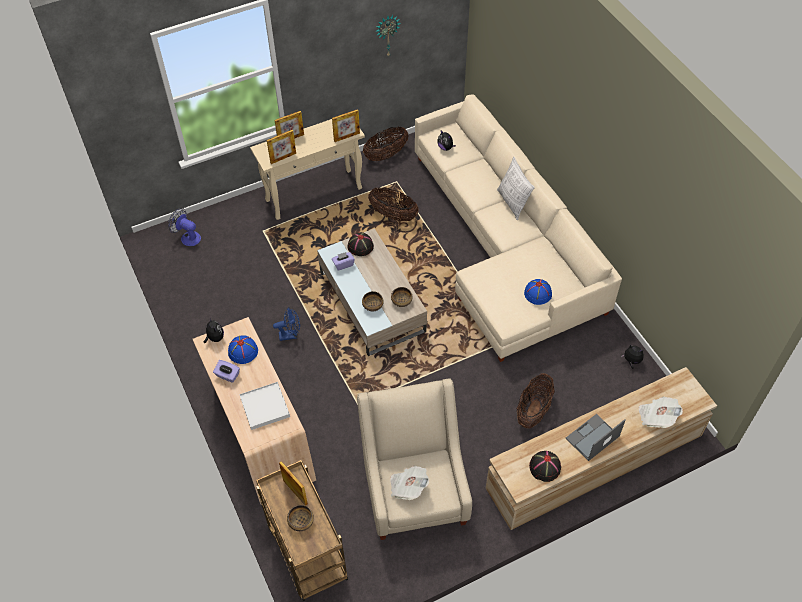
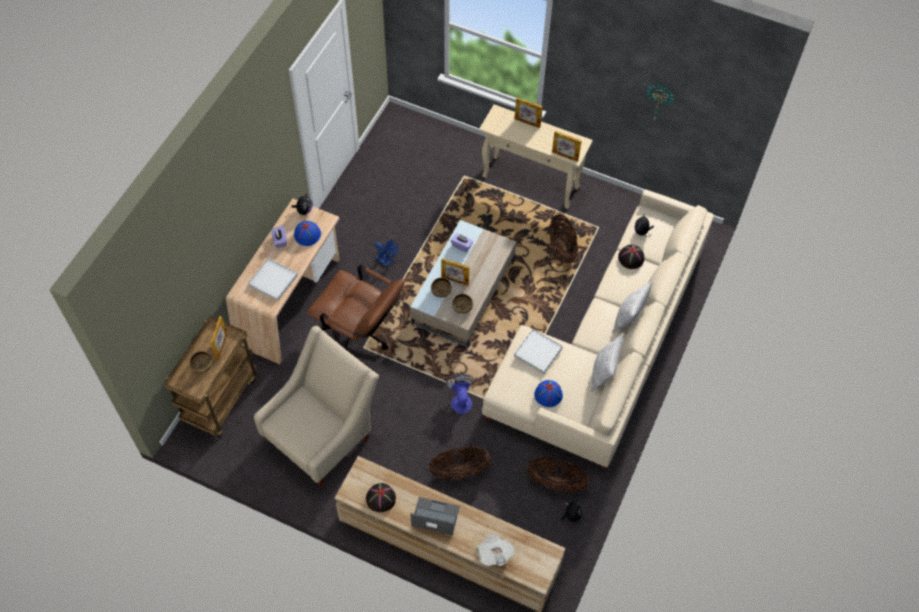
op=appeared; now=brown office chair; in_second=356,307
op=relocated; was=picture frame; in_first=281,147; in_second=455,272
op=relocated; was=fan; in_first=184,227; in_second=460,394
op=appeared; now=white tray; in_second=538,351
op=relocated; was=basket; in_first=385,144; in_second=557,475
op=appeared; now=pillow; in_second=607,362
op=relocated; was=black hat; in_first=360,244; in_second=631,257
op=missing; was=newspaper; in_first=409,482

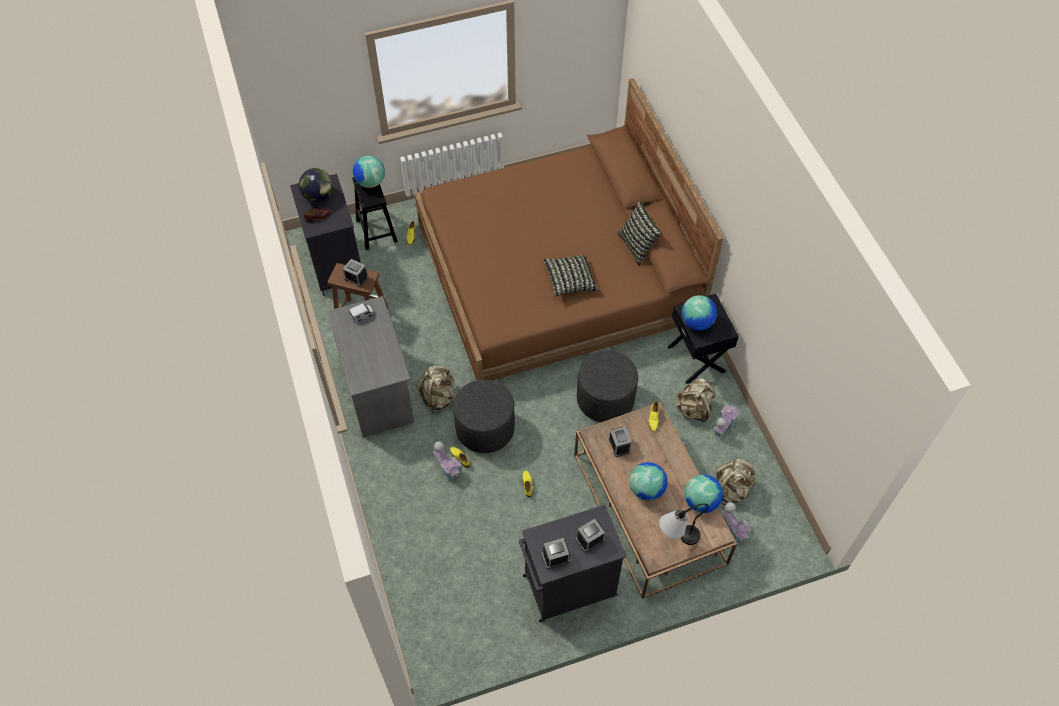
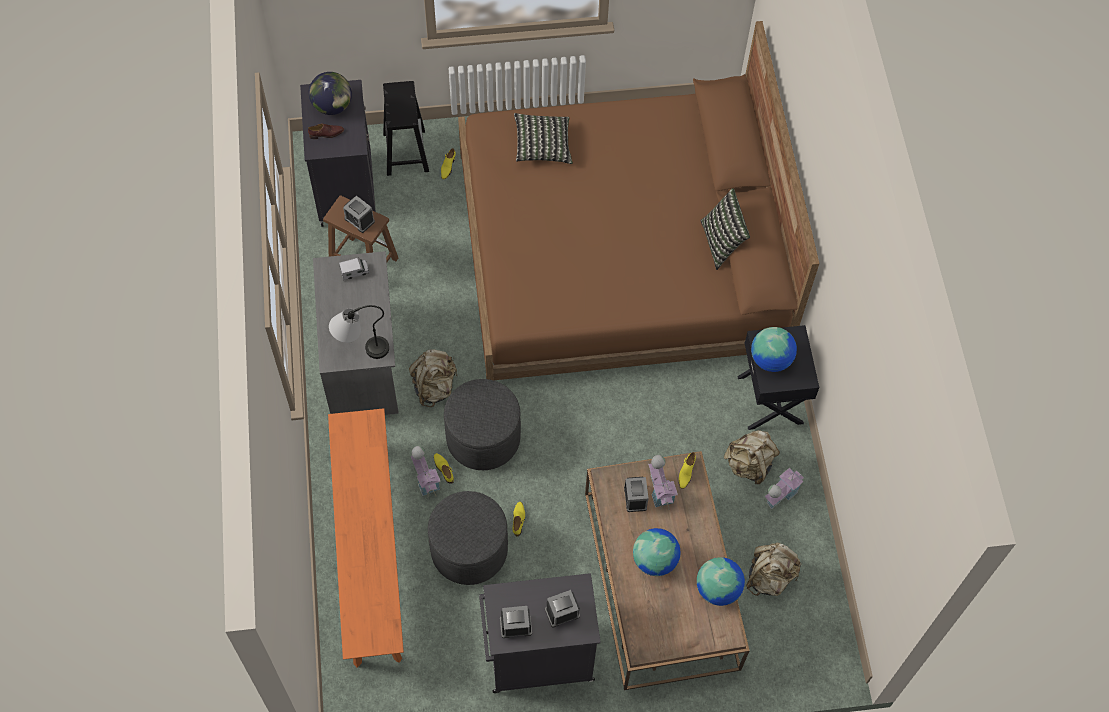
op=appeared; now=orange bench; in_second=366,538
op=relocated; was=table lamp; in_first=683,524; in_second=359,332
op=relocated; was=grey ottoman; in_first=607,386; in_second=468,538
op=relocated; was=pillow; in_first=571,276; in_second=543,138
op=relocated; was=toy house; in_first=736,523; in_second=663,482
op=missing; was=globe; in_first=369,171

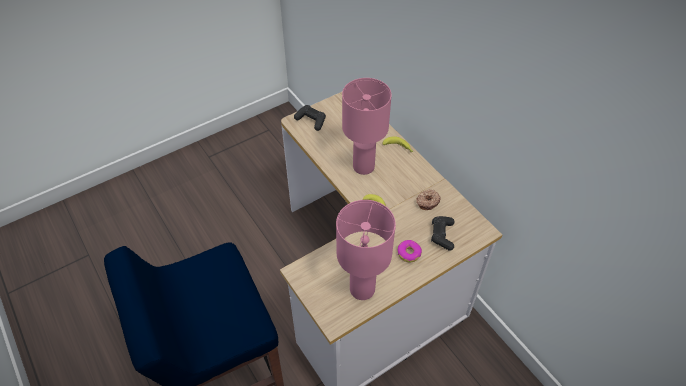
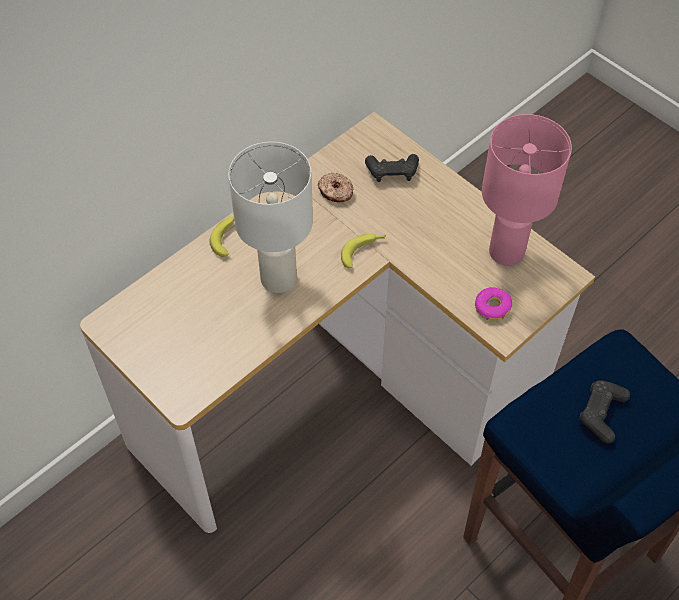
op=colour; was=pink table lamp; now=white table lamp; in_first=366,126; in_second=270,217
op=relocated; was=donut; in_first=409,251; in_second=493,304
op=relocated; was=black game controller; in_first=310,118; in_second=604,412

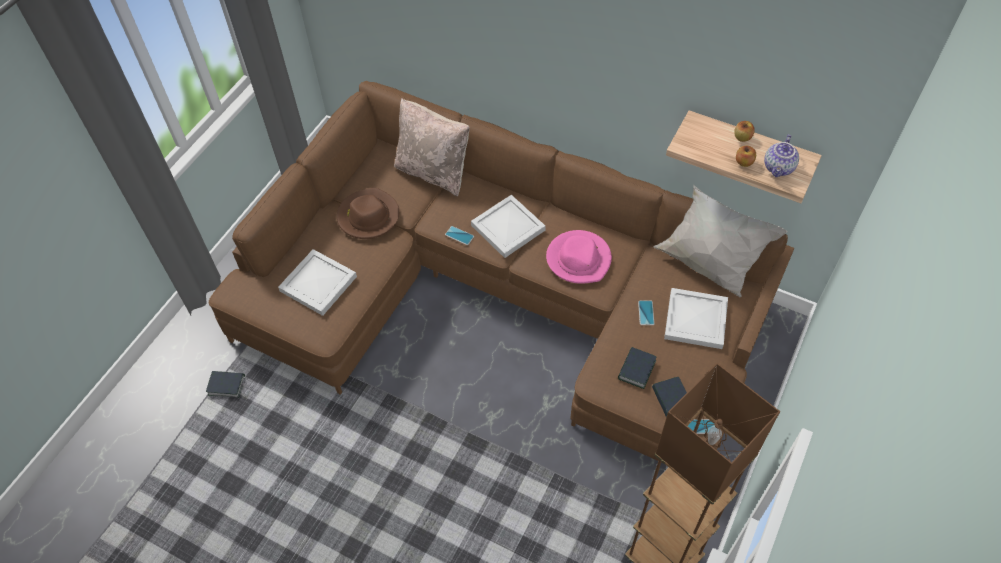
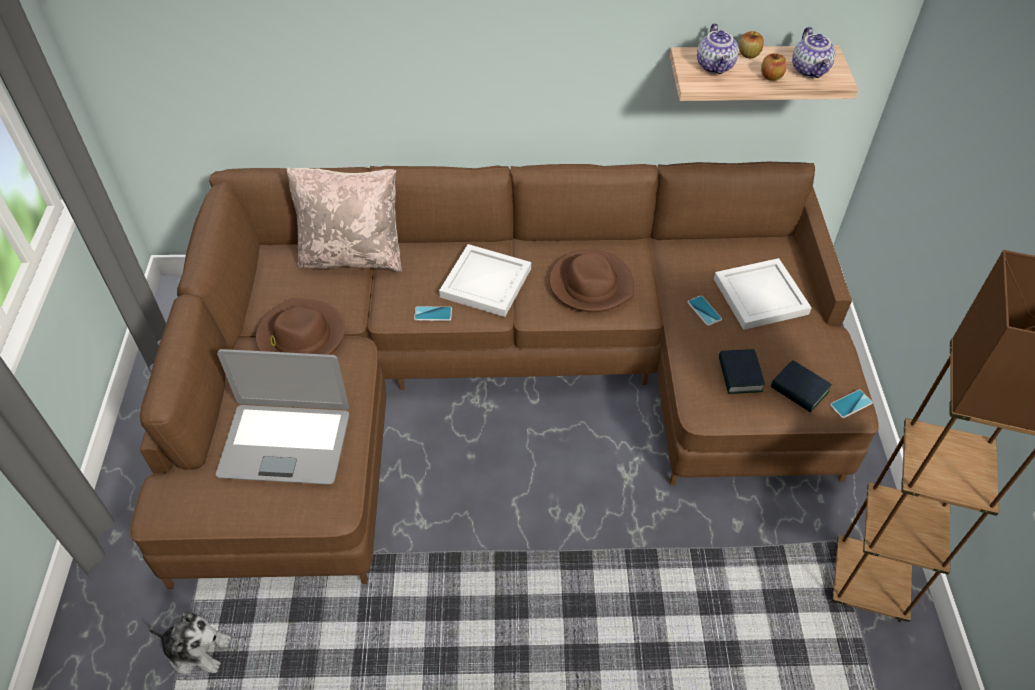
op=exchanged; was=book; now=plush toy; in_first=225,384; in_second=189,643
op=exchanged; was=white tray; now=laptop; in_first=317,282; in_second=282,417
op=colour; was=pink hat; now=brown hat; in_first=579,257; in_second=591,281
op=appeared; now=teapot; in_second=718,48
op=missing; was=white pillow; in_first=720,241

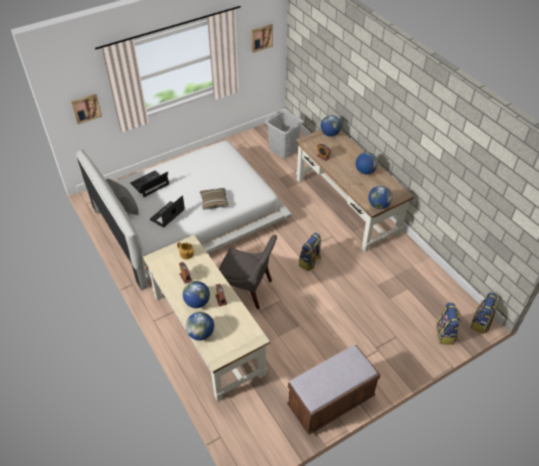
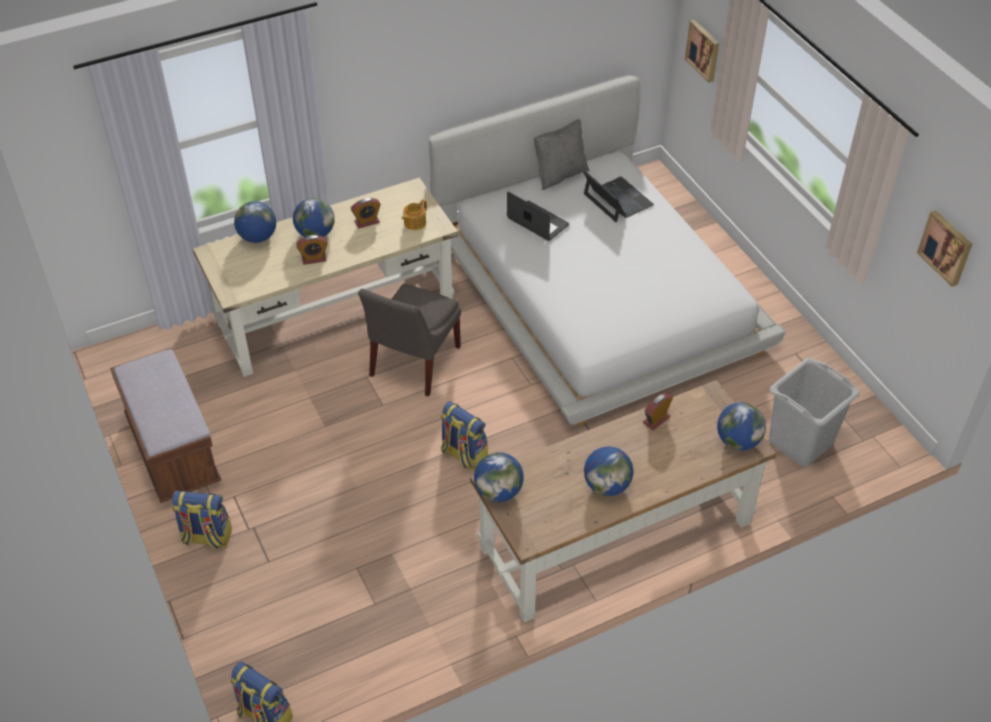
op=relocated; was=backpack; in_first=448,324; in_second=202,520
op=missing; was=pillow; in_first=214,199

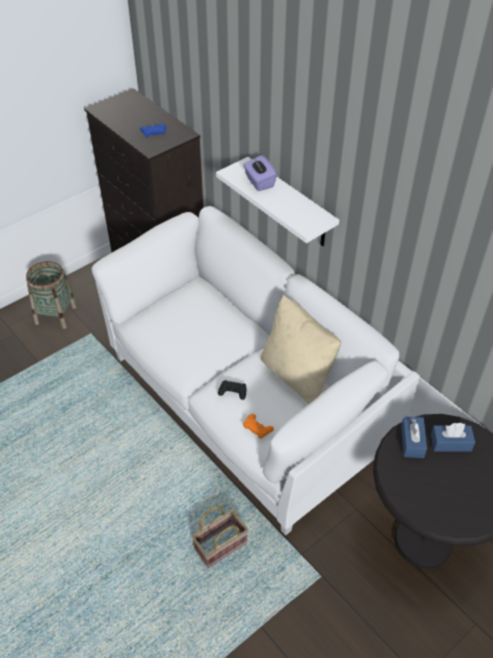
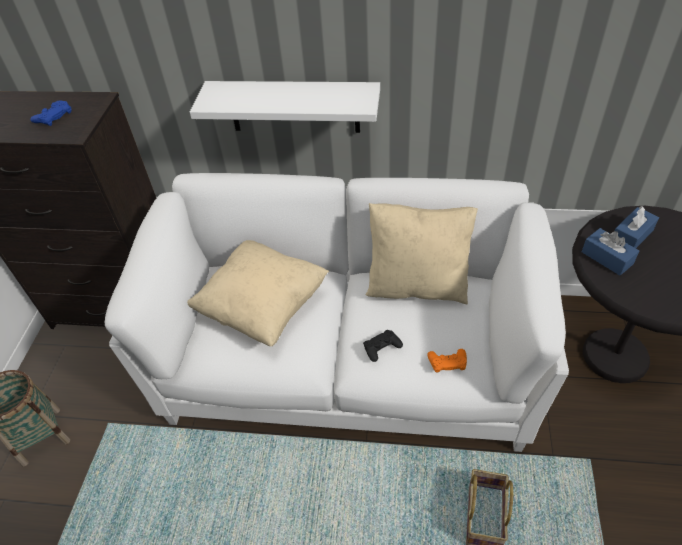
op=appeared; now=beige pillow; in_second=258,293
op=missing; was=purple tissue box; in_first=260,173

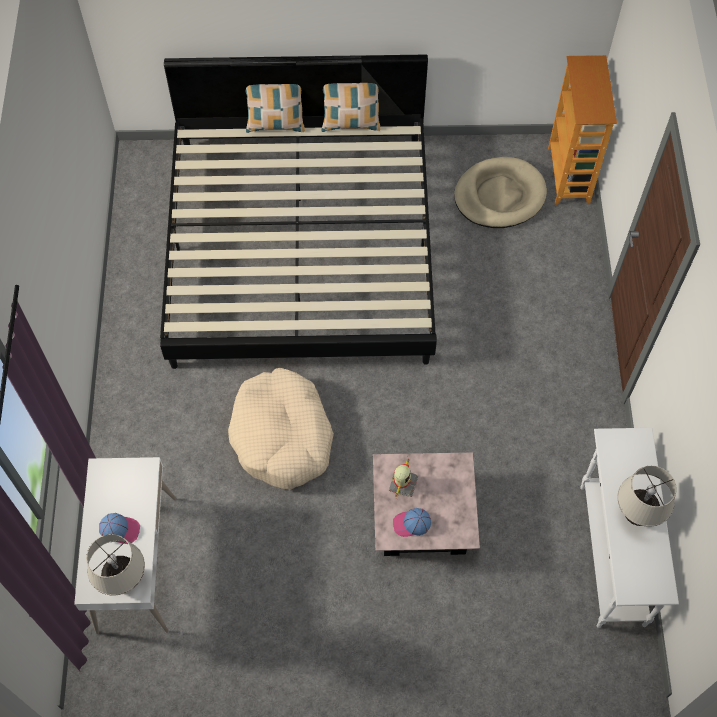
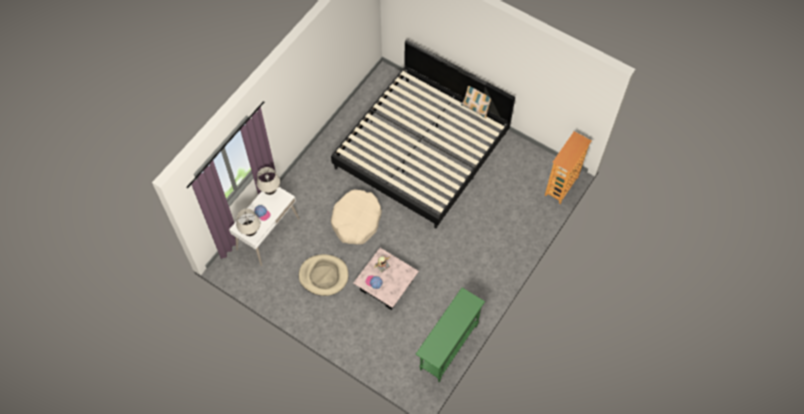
op=relocated; was=beige table lamp; in_first=647,496; in_second=268,181
op=relocated; was=beige dog bed; in_first=500,192; in_second=323,275
op=colour; was=white console table; now=green console table; in_first=629,528; in_second=450,335
op=missing; was=pillow; in_first=275,108

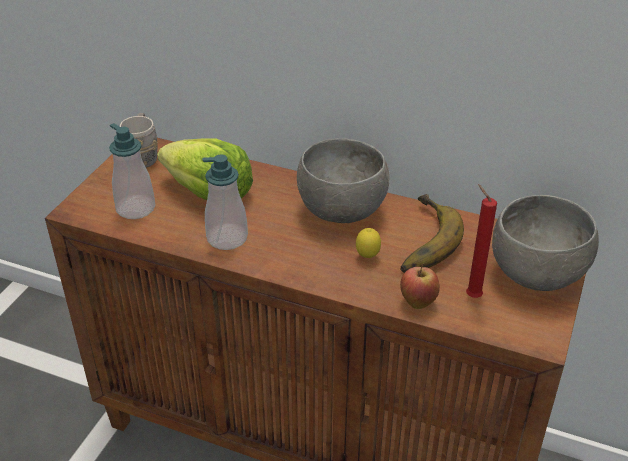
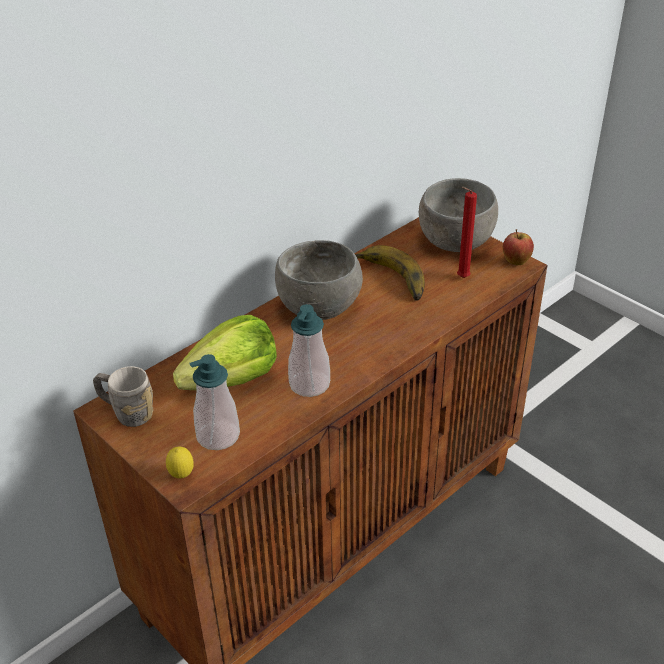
op=relocated; was=lemon; in_first=368,243; in_second=180,462
op=relocated; was=apple; in_first=420,286; in_second=518,247

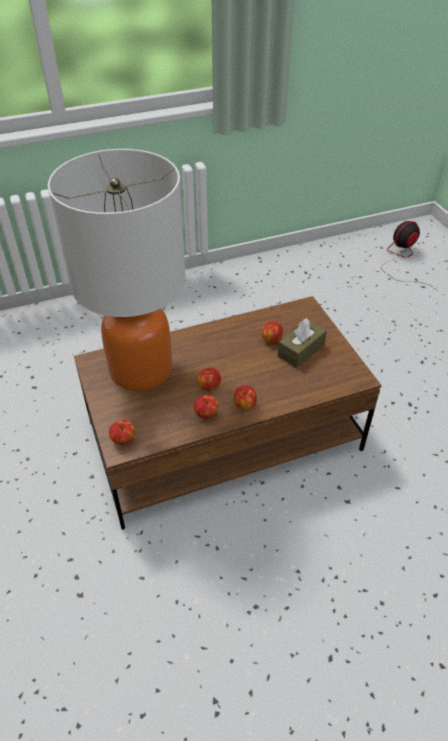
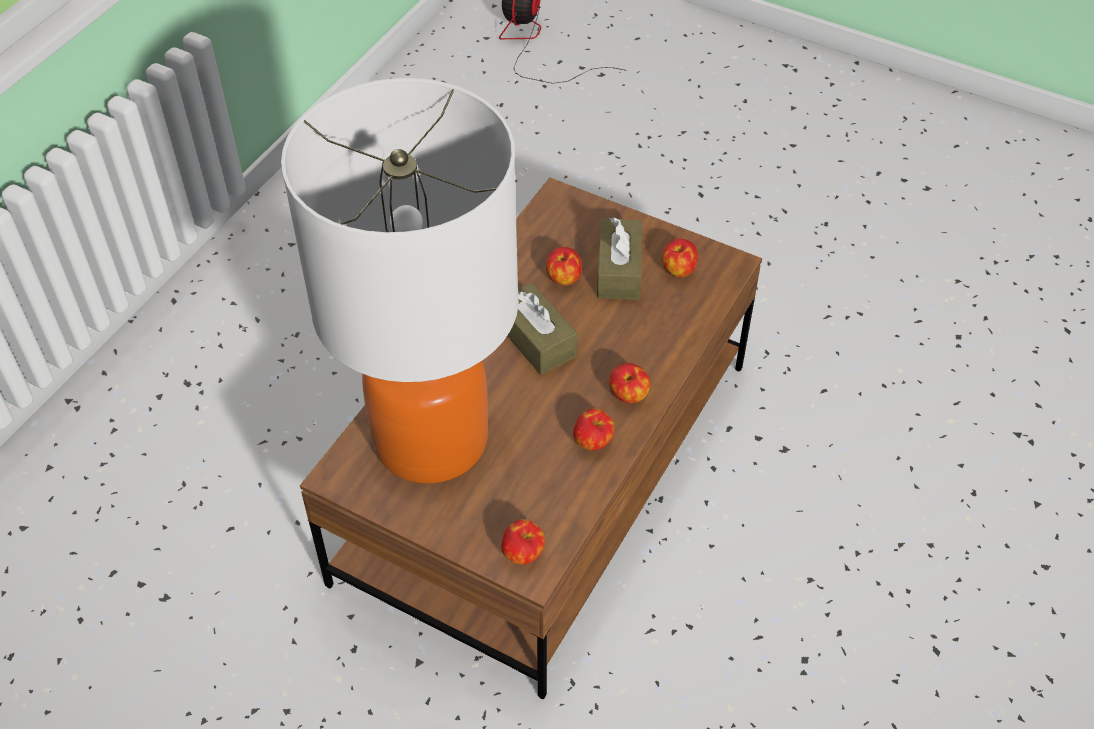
op=appeared; now=brown tissue box; in_second=542,329
op=relocated; was=apple; in_first=209,380; in_second=680,258

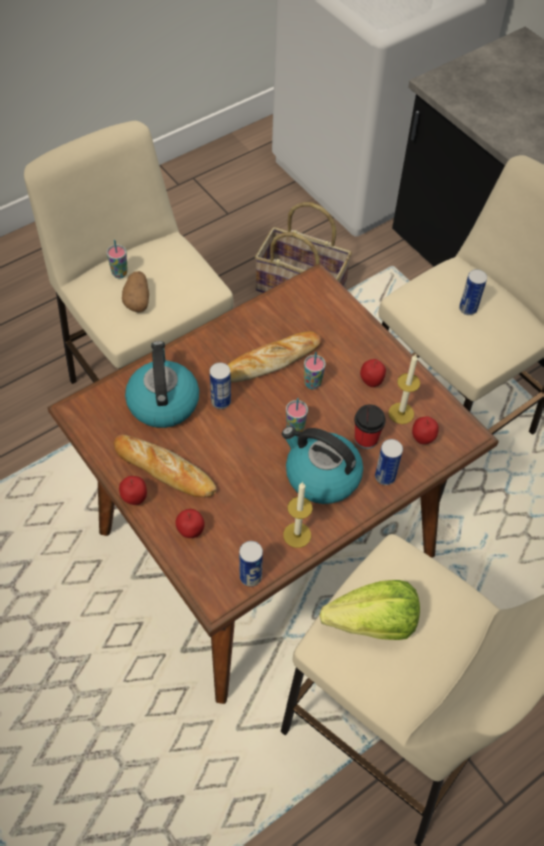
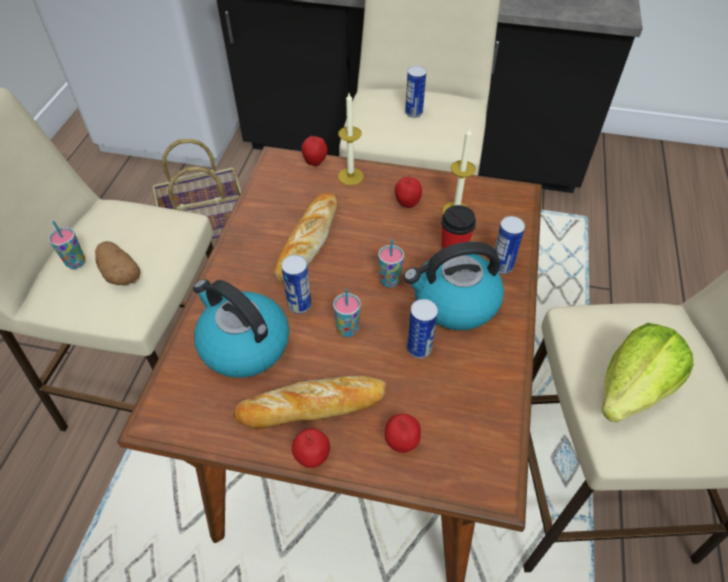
op=relocated; was=apple; in_first=425,430; in_second=314,150
op=relocated; was=cup; in_first=315,371; in_second=347,313
op=relocated; was=candle; in_first=297,515; in_second=351,139
op=relocated; was=can; in_first=251,564; in_second=422,329

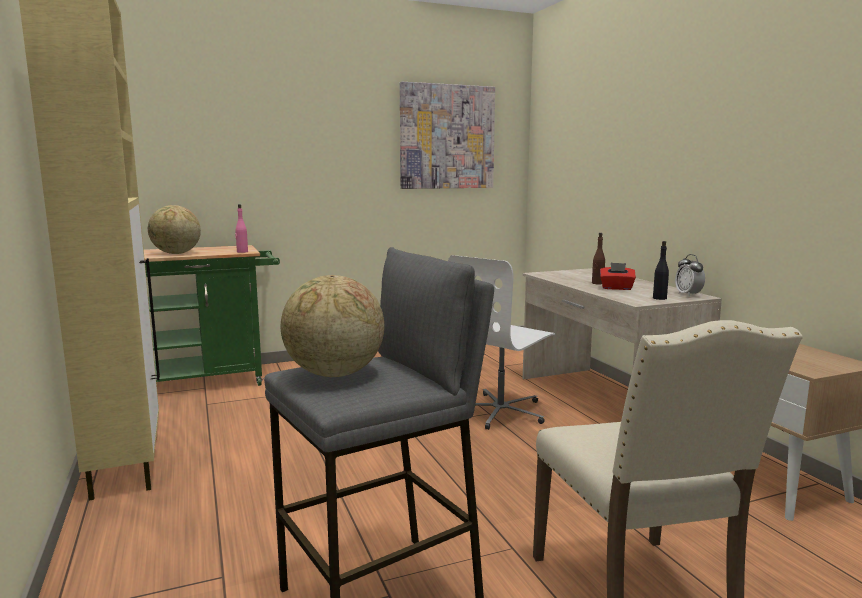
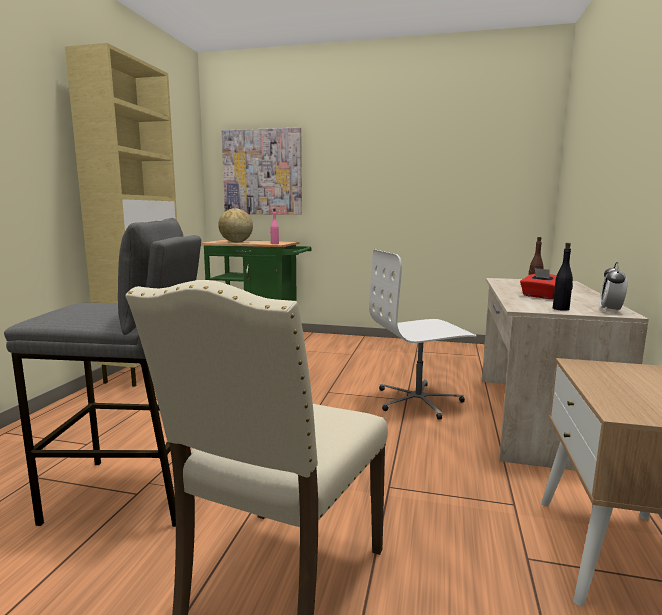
op=relocated; was=picture; in_first=447,135; in_second=262,171
op=missing; was=globe; in_first=332,326

